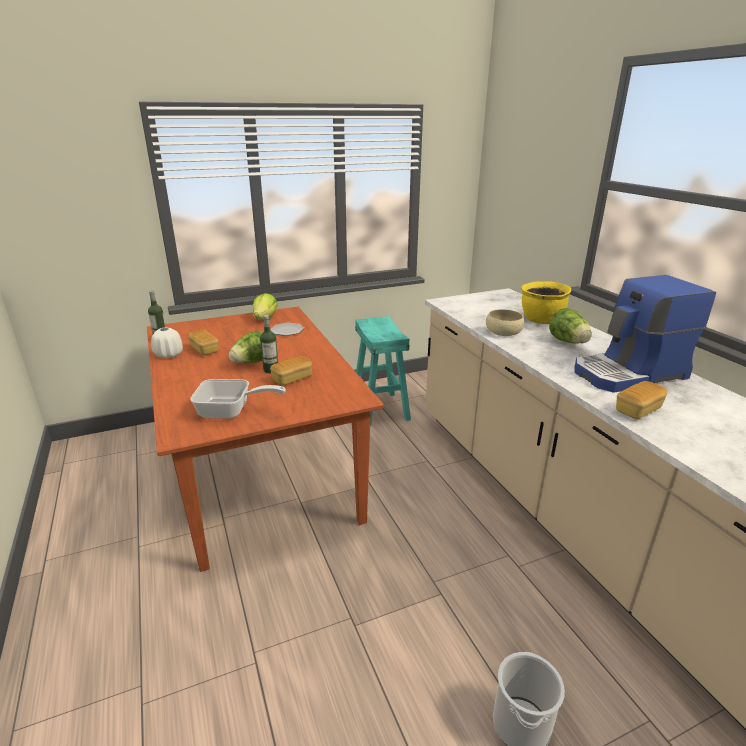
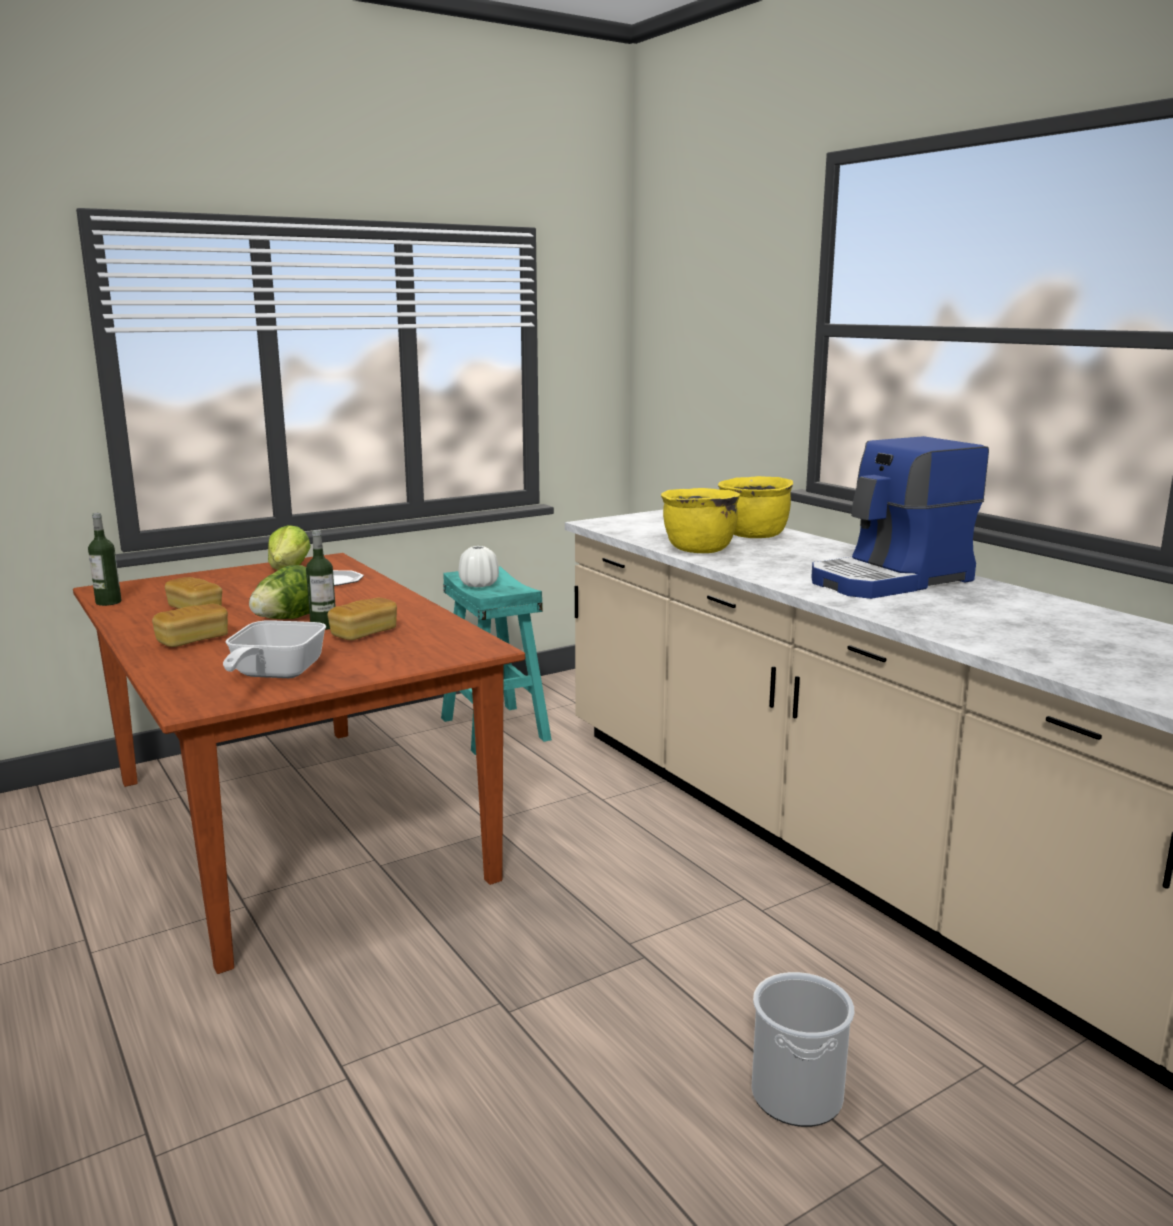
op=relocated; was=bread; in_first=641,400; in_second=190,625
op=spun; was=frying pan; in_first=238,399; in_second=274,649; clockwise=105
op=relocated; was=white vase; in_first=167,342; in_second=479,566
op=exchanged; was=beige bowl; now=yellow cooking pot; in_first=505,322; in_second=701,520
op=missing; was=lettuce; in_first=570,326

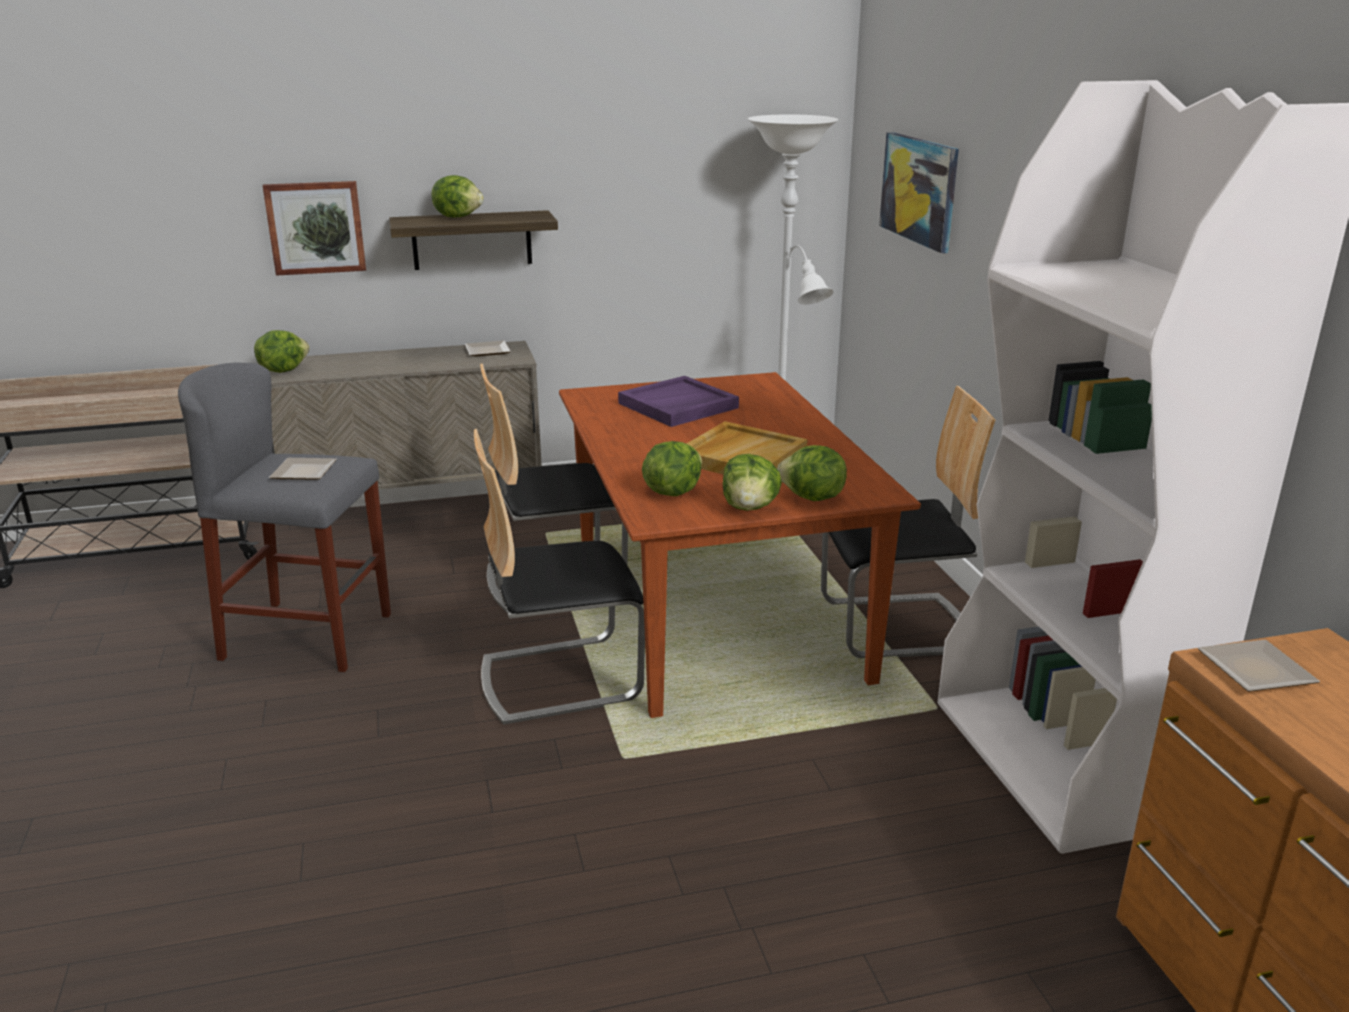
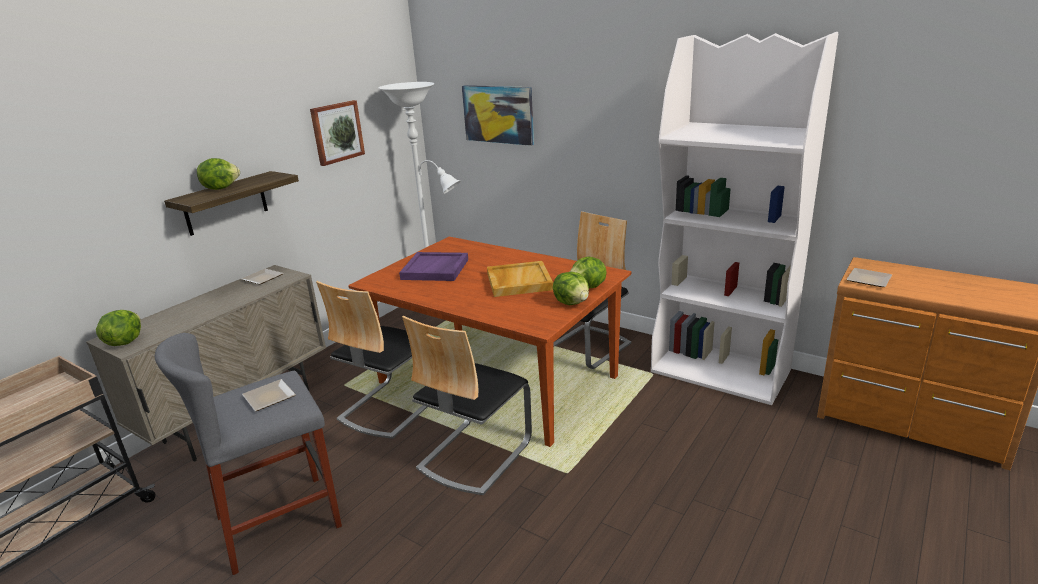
op=relocated; was=picture; in_first=314,228; in_second=337,133
op=missing; was=lettuce; in_first=672,468

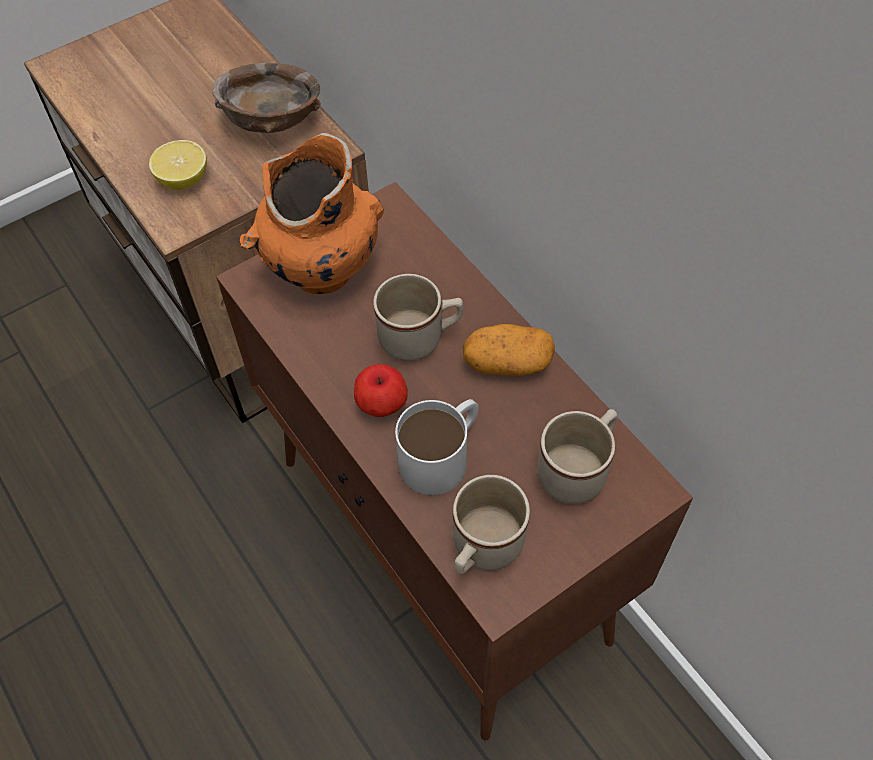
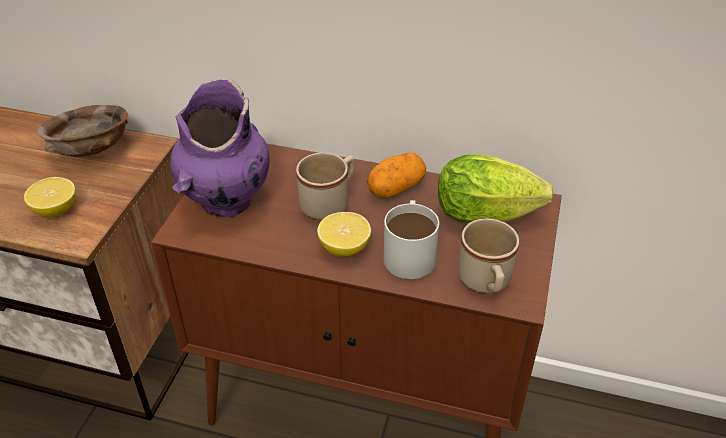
op=colour; was=orange vase; now=purple vase; in_first=312,213; in_second=219,148
op=exchanged; was=apple; now=lemon; in_first=381,390; in_second=344,234
op=exchanged; was=beige mug; now=lettuce; in_first=577,456; in_second=496,188

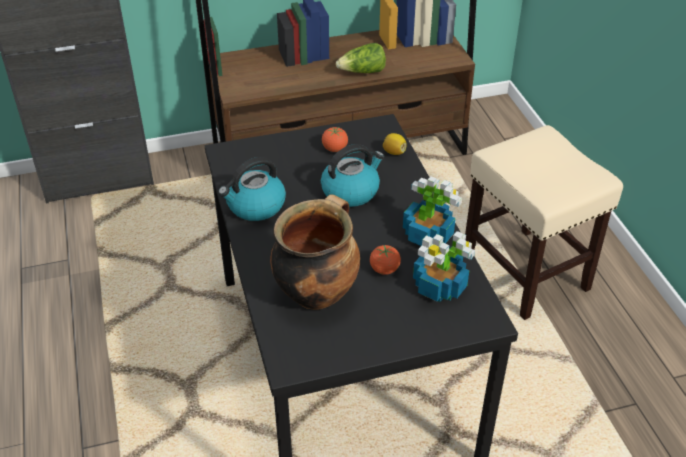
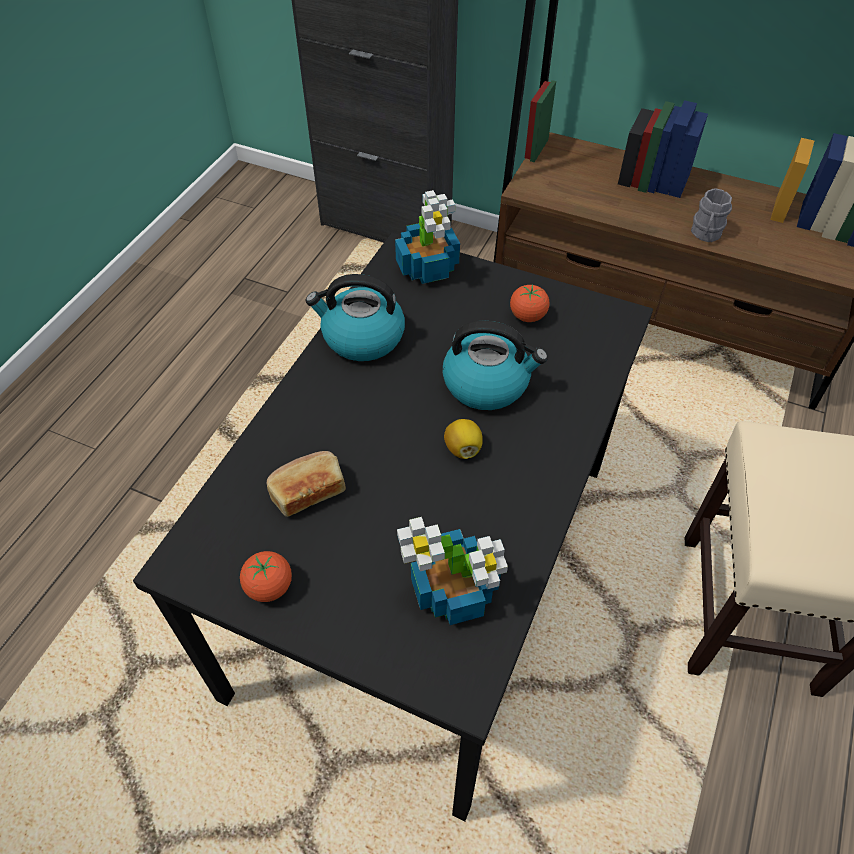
op=relocated; was=tomato; in_first=385,260; in_second=266,576
op=exchanged; was=cooking pot; now=bread; in_first=315,252; in_second=306,484
op=relocated; was=potted plant; in_first=432,211; in_second=427,237
op=relocated; was=lemon; in_first=395,144; in_second=463,439
op=exchanged; was=lettuce; now=grey mug; in_first=361,58; in_second=711,215

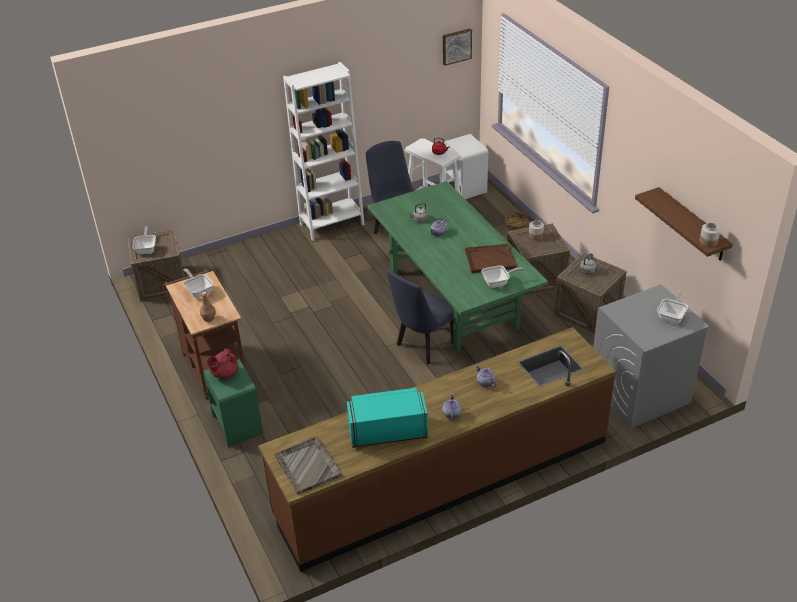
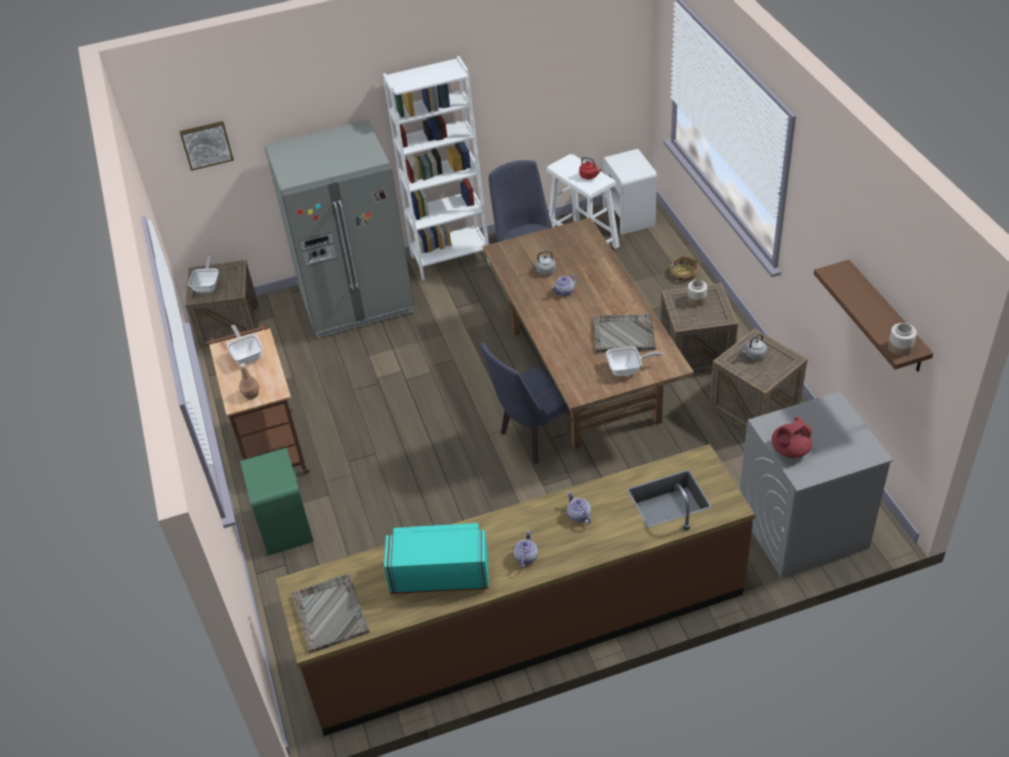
op=relocated; was=picture; in_first=457,47; in_second=206,146
op=appeared; now=grey fridge; in_second=339,229
op=colour; was=green dining table; now=brown dining table; in_first=458,266; in_second=588,333
op=colour; was=brown tray; now=grey tray; in_first=491,258; in_second=624,333
op=relocated; was=red teapot; in_first=222,364; in_second=792,437
op=missing; was=frying pan; in_first=672,307

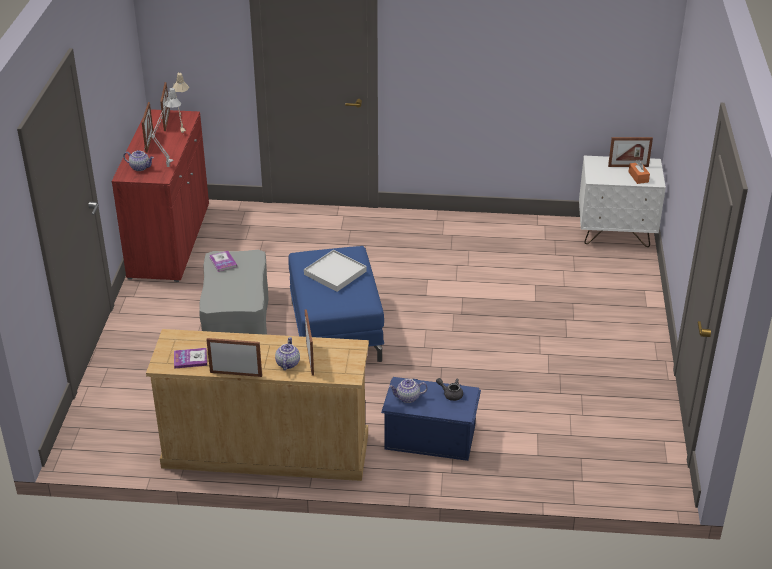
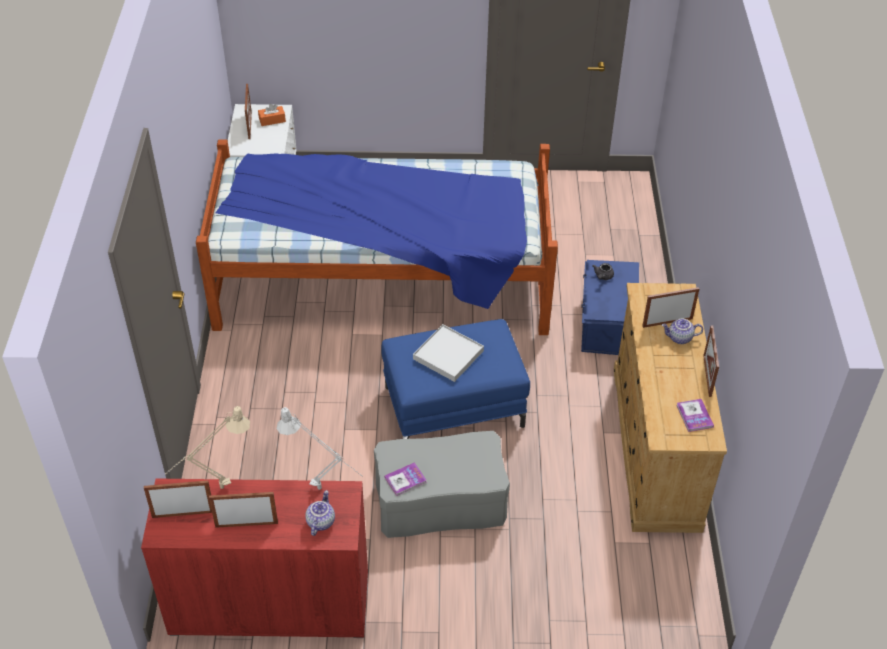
op=appeared; now=bed; in_second=377,237
op=missing; was=teapot; in_first=408,391

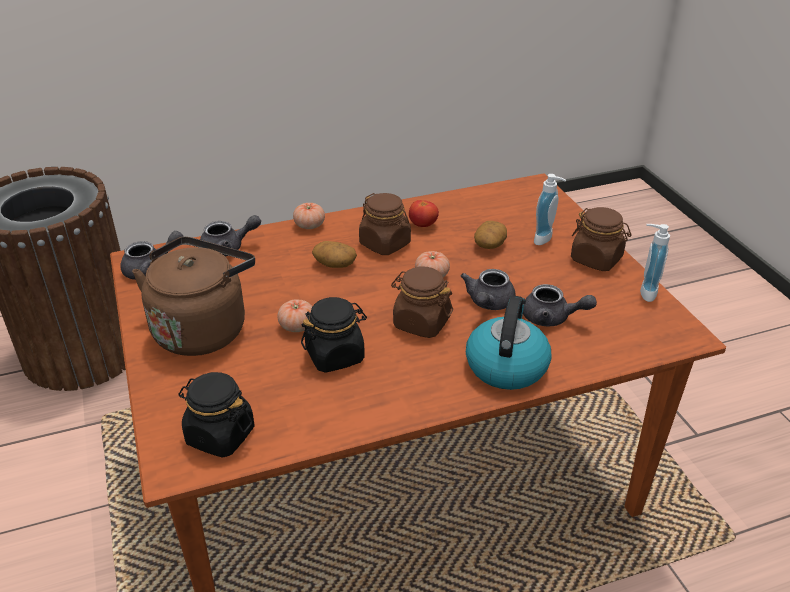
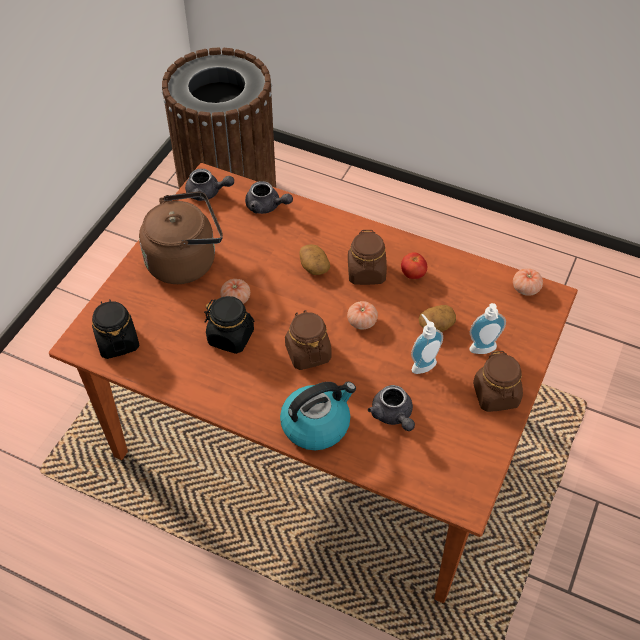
op=relocated; was=soap dispenser; in_first=655,263; in_second=427,344
op=relocated; was=tomato; in_first=309,216; in_second=528,282
op=missing; was=grey teapot; in_first=488,289

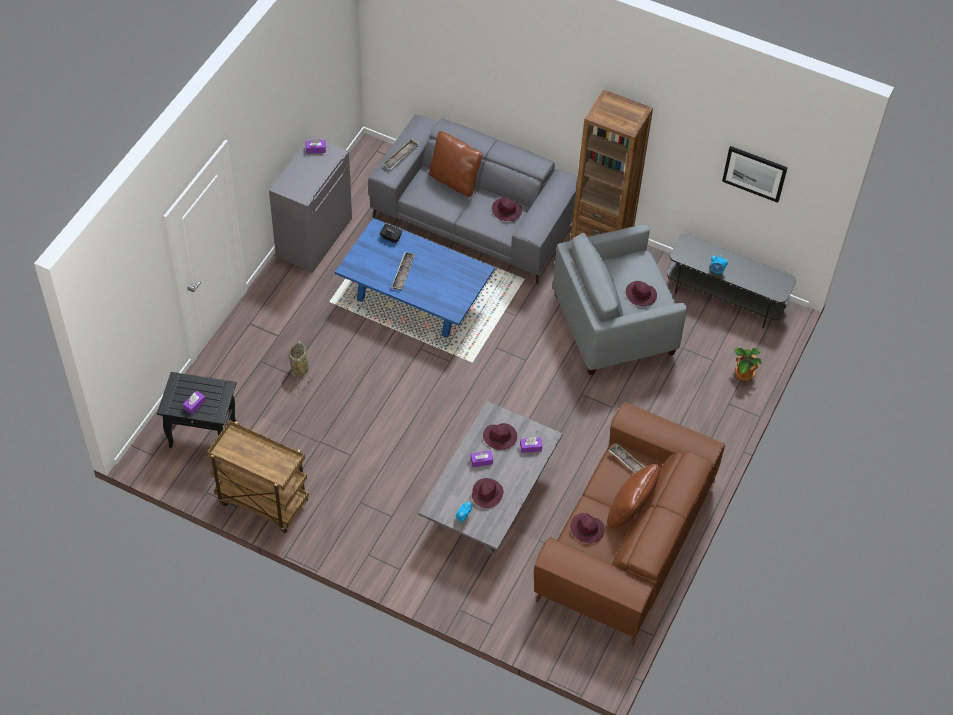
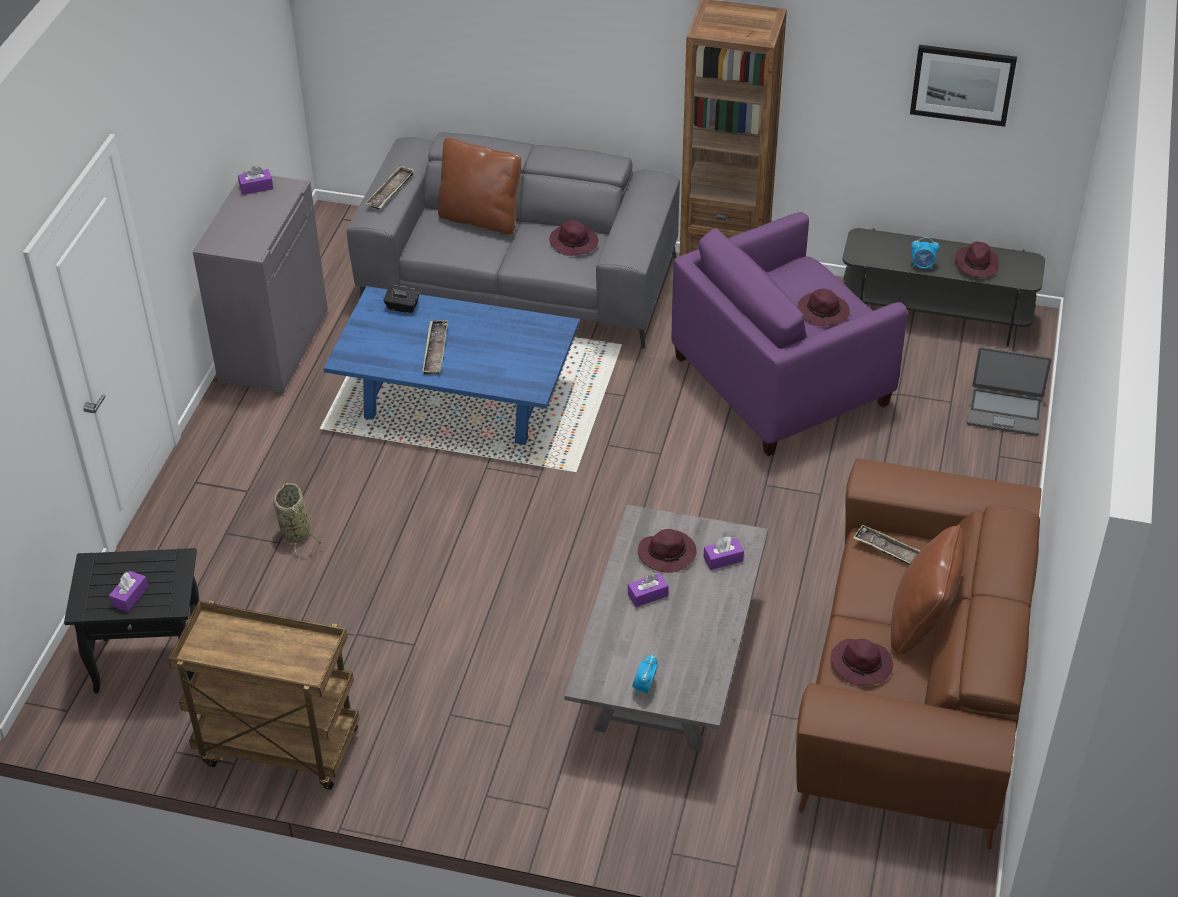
op=colour; was=grey armchair; now=purple armchair; in_first=620,299; in_second=789,334
op=relocated; was=purple hat; in_first=487,493; in_second=977,259
op=exchanged; was=potted plant; now=laptop; in_first=748,364; in_second=1009,391

